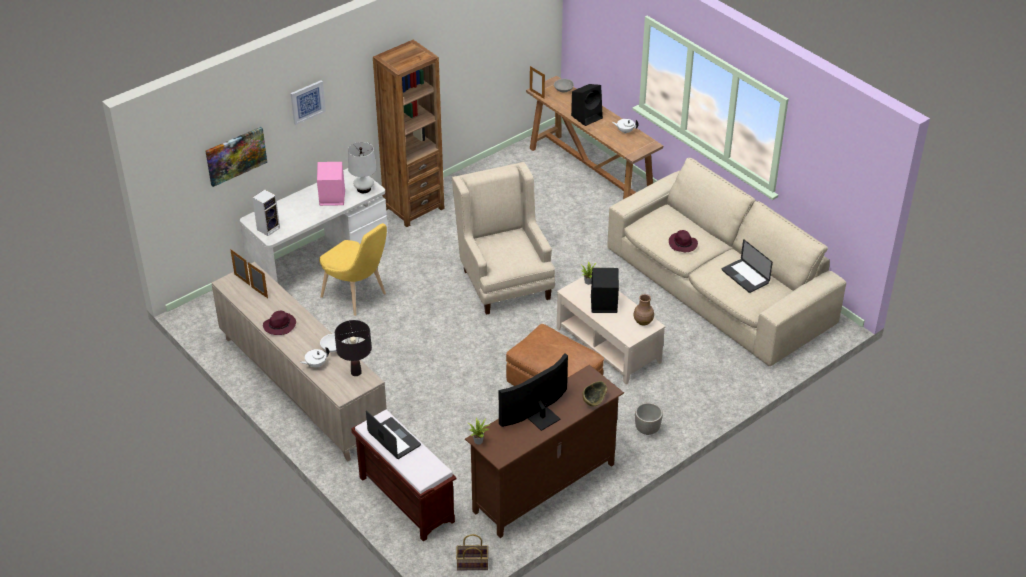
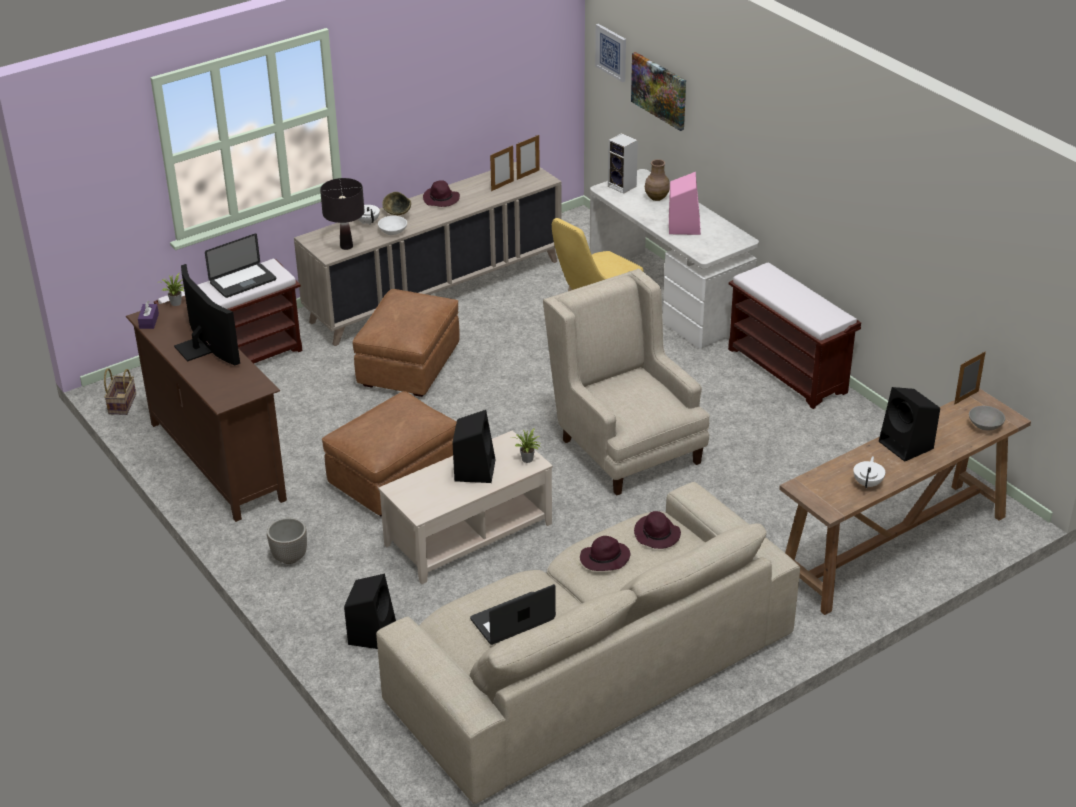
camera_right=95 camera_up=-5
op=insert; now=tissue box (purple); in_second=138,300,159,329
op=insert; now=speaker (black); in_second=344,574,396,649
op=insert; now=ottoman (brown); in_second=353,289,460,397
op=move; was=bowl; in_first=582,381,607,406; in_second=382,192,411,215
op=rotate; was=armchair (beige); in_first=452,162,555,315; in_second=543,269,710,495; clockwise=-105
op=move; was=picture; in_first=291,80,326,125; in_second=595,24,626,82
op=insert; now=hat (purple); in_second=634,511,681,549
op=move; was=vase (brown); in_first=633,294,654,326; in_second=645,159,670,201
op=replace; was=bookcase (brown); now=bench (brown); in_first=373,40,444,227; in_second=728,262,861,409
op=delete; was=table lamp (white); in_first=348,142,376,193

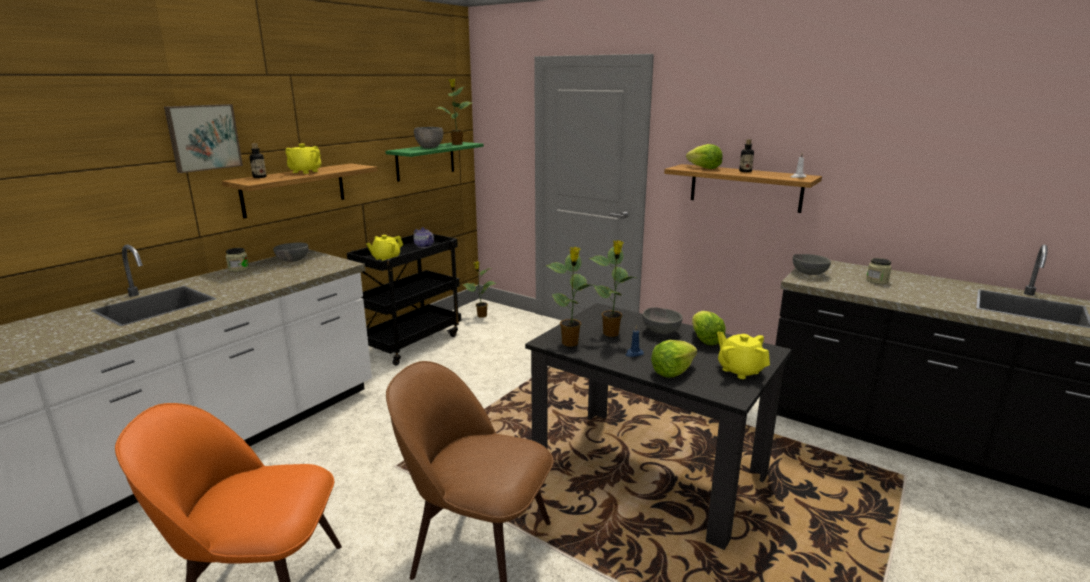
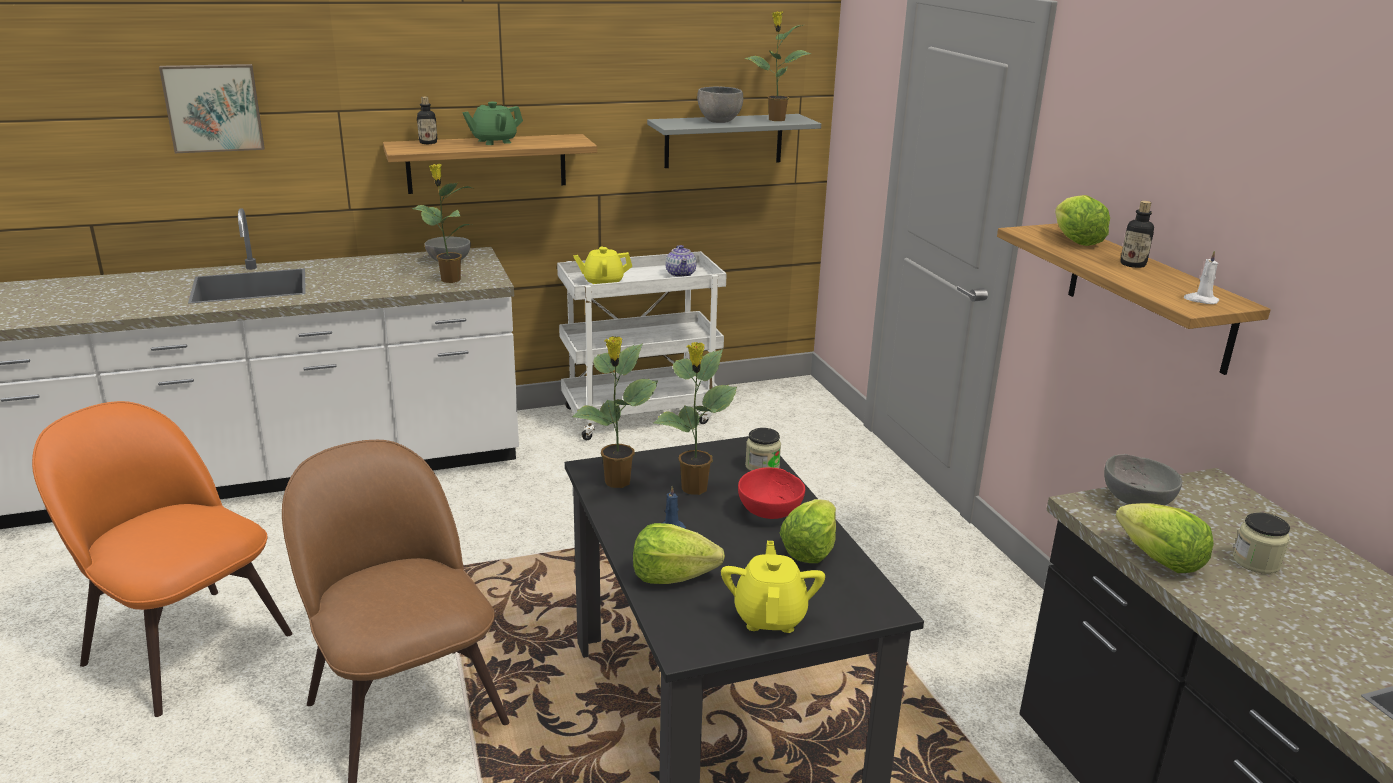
camera_right=35 camera_up=5
op=move; was=picture; in_first=164,104,243,173; in_second=159,64,264,153
op=move; was=potted plant; in_first=462,261,497,318; in_second=412,164,473,283
op=recolor; was=teapot (yellow); now=teapot (green); in_first=285,144,321,174; in_second=462,102,523,145
op=recolor; was=cart (black); now=cart (white); in_first=347,234,461,366; in_second=557,251,727,440
op=recolor; was=shelf (green); now=shelf (grey); in_first=385,142,484,182; in_second=647,114,821,168
op=recolor; was=bowl (grey); now=bowl (red); in_first=643,307,683,334; in_second=738,467,805,519
op=move; was=jar; in_first=226,248,249,272; in_second=745,428,781,471
op=insert; now=lettuce; in_second=1116,503,1214,573

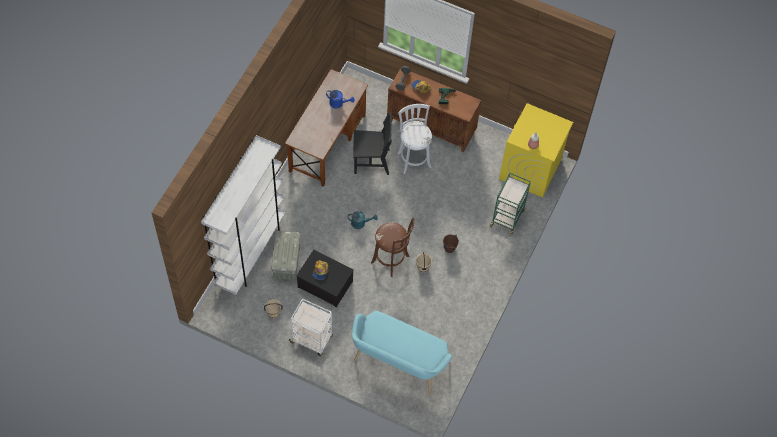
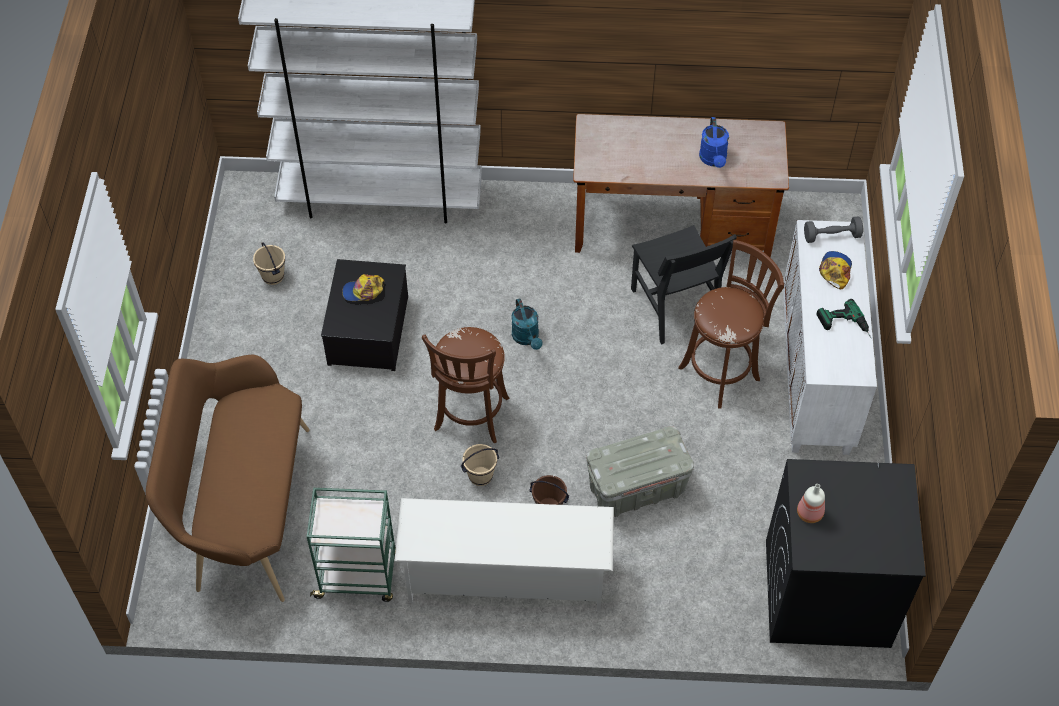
camera_right=70 camera_up=-5
op=recolor; was=bench (turquoise); now=bench (brown); in_first=352,311,452,396; in_second=146,355,310,602
op=move; was=cart (green); in_first=490,173,531,236; in_second=306,488,396,602
op=insert; now=shoe rack (white); in_second=394,498,614,611
op=move; was=storage box (grey); in_first=271,231,300,281; in_second=586,426,694,517
op=recolor; was=stool (white); now=stool (brown); in_first=397,104,432,174; in_second=678,240,784,409
op=recolor; was=washing machine (yellow); now=washing machine (black); in_first=499,103,573,197; in_second=766,459,926,648
op=recolor; was=cabinet (brown); now=cabinet (white); in_first=387,67,481,152; in_second=783,220,877,455
op=delete; was=cart (white); in_first=288,298,333,356

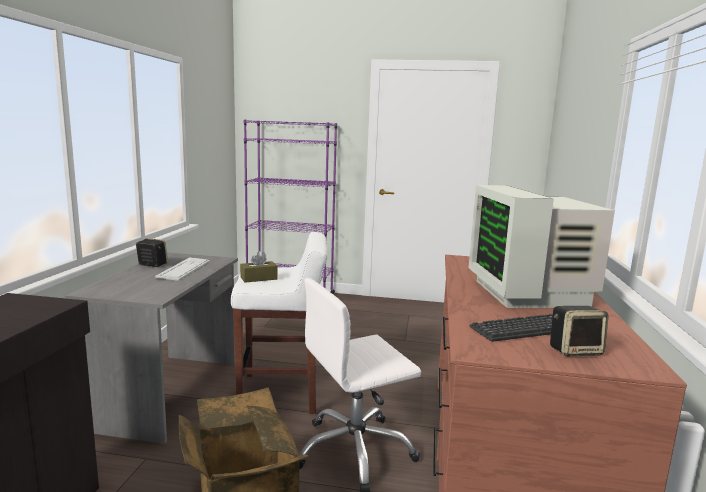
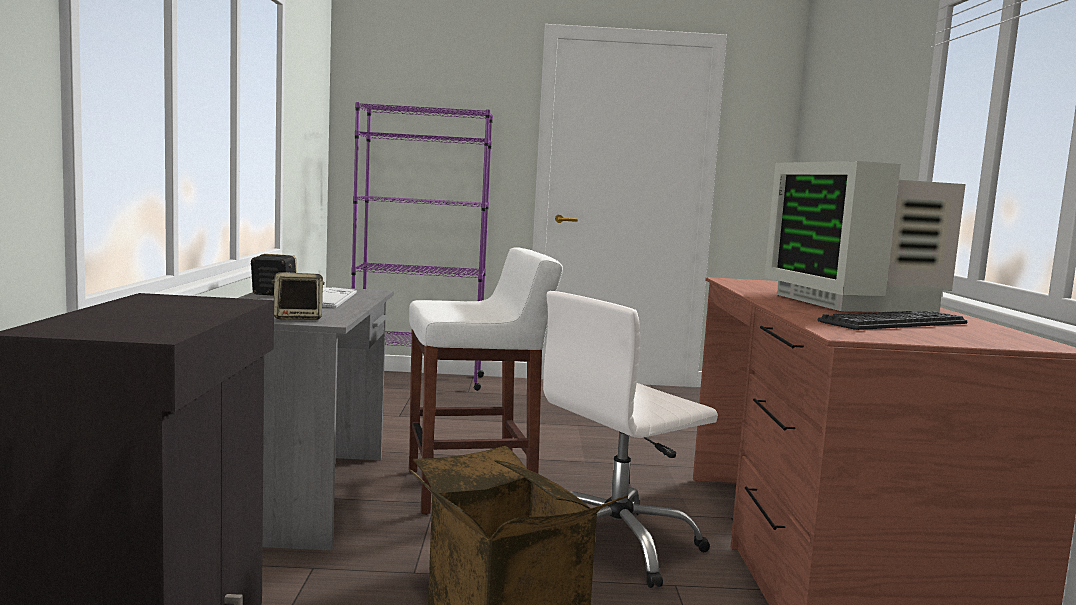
camera_right=-10 camera_up=-5
op=move; was=speaker; in_first=550,306,609,356; in_second=272,272,325,320
op=delete; was=tissue box (brown); in_first=240,251,277,283

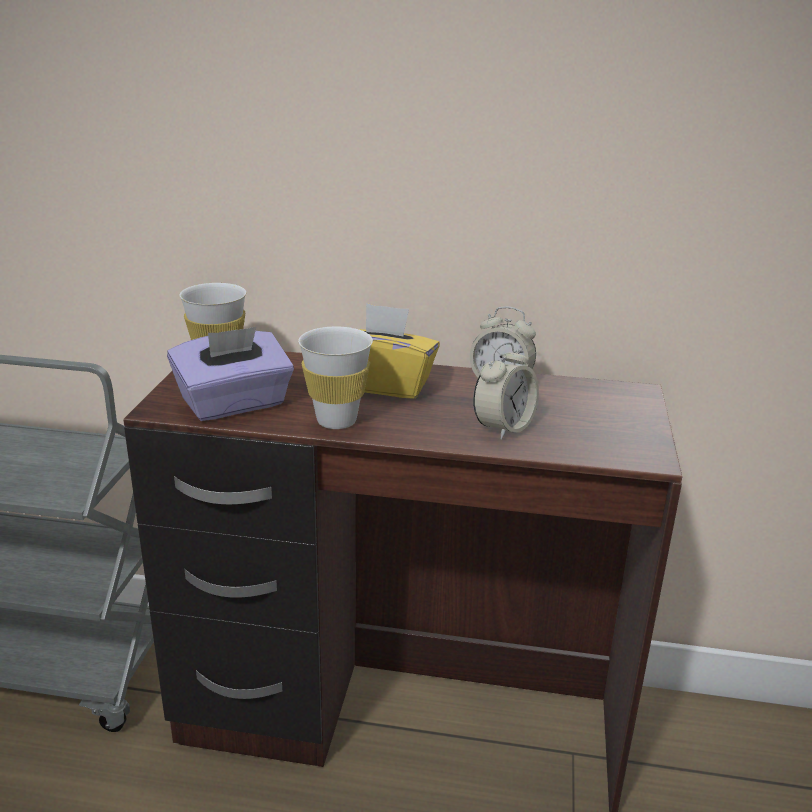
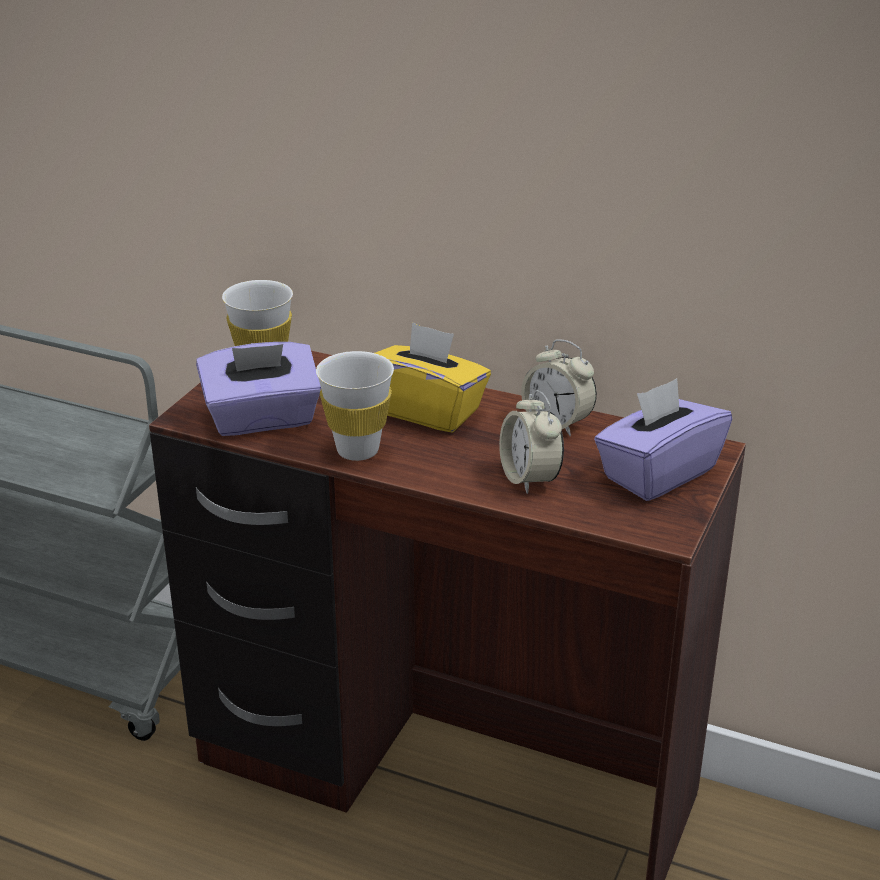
camera_right=15 camera_up=5
op=rotate; was=alarm clock; in_first=473,342,539,440; in_second=499,390,564,494; clockwise=105
op=insert; now=tissue box (purple); in_second=594,378,732,501

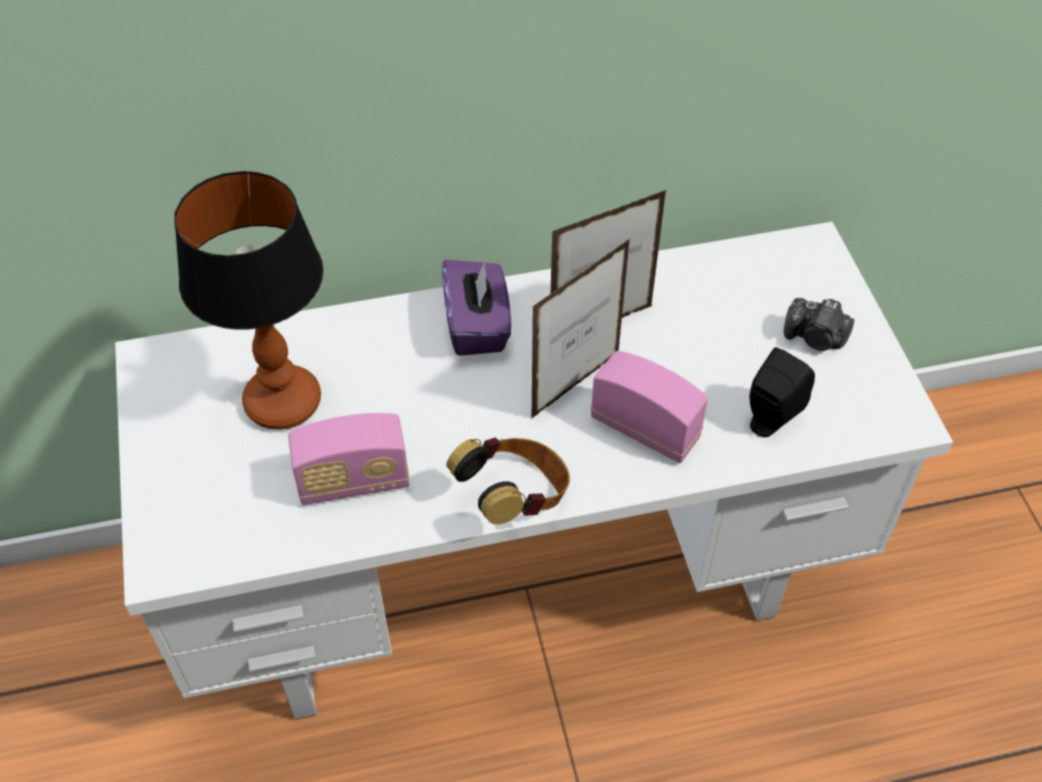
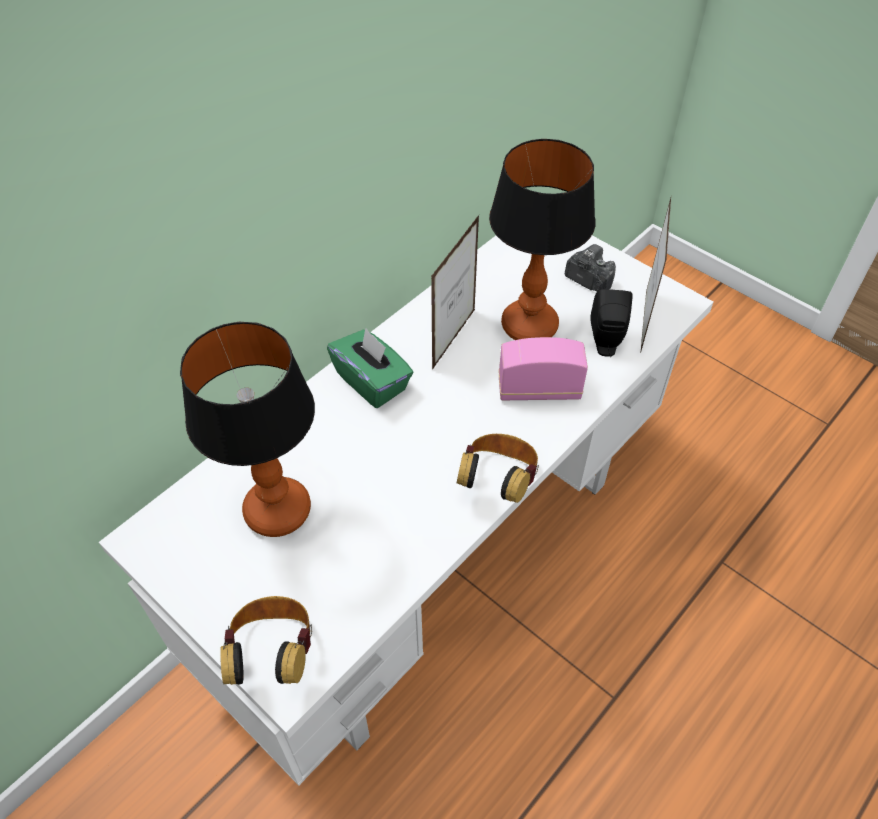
camera_right=-35 camera_up=0
op=insert; now=headphones; in_second=220,596,312,685
op=recolor; was=tissue box (purple); now=tissue box (green); in_first=442,260,511,356; in_second=327,328,414,408
op=insert; now=table lamp; in_second=489,139,596,340
op=rotate; was=photo camera; in_first=784,298,854,351; in_second=565,244,616,292; clockwise=-135
op=move; was=picture frame; in_first=532,239,630,418; in_second=640,198,671,354
op=delete; was=radio; in_first=288,413,410,505

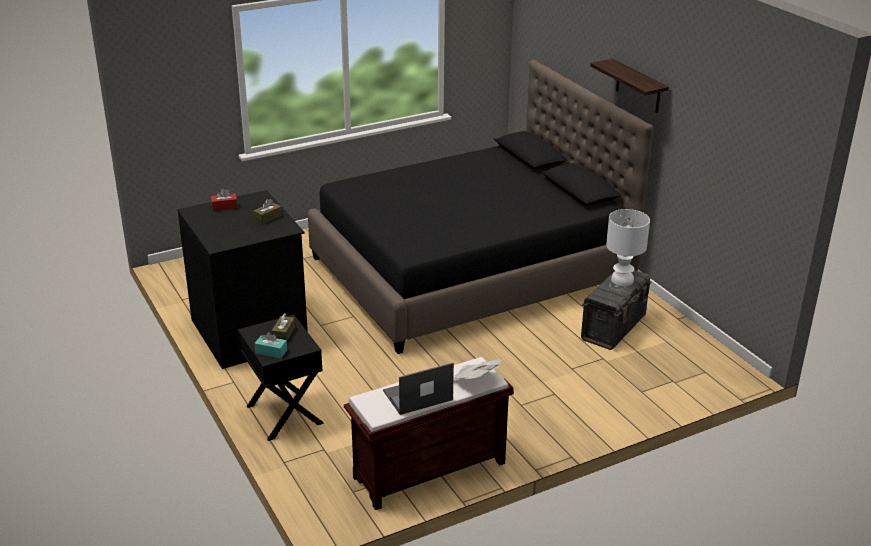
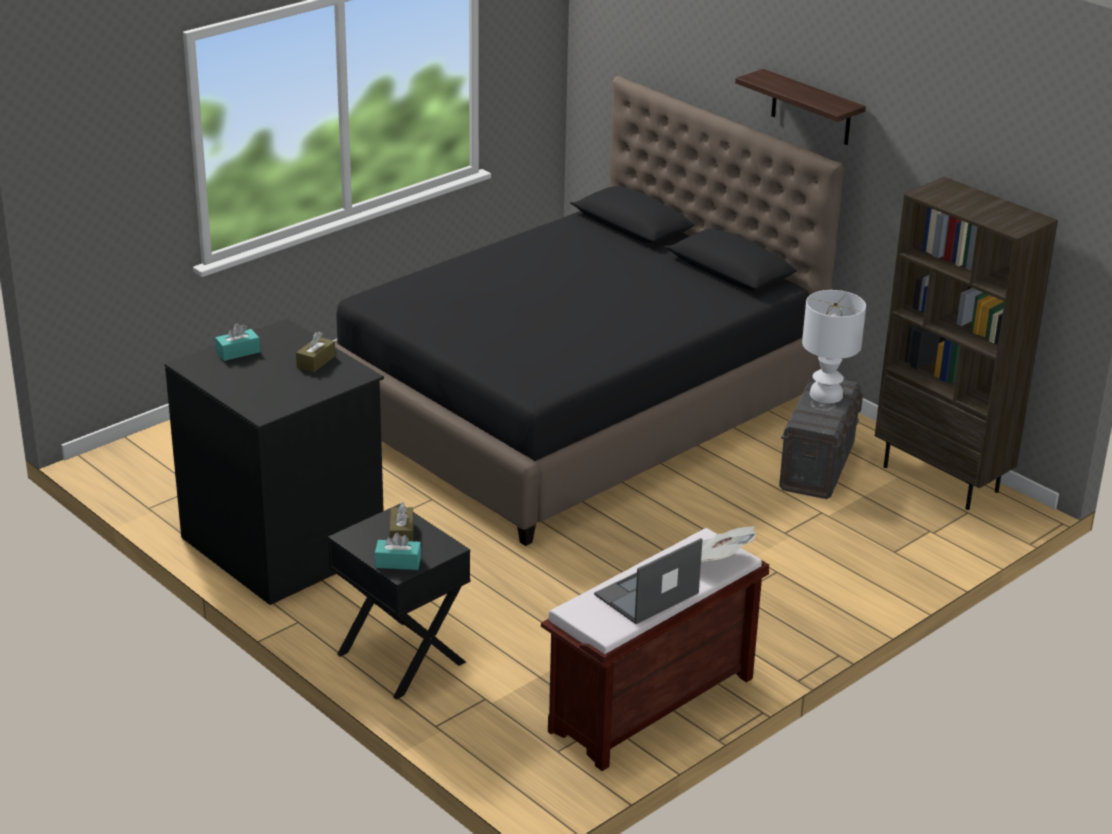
camera_right=-15 camera_up=0
op=recolor; was=tissue box (red); now=tissue box (turquoise); in_first=211,188,238,211; in_second=215,323,260,361
op=insert; now=bookcase (brown); in_second=875,177,1058,510

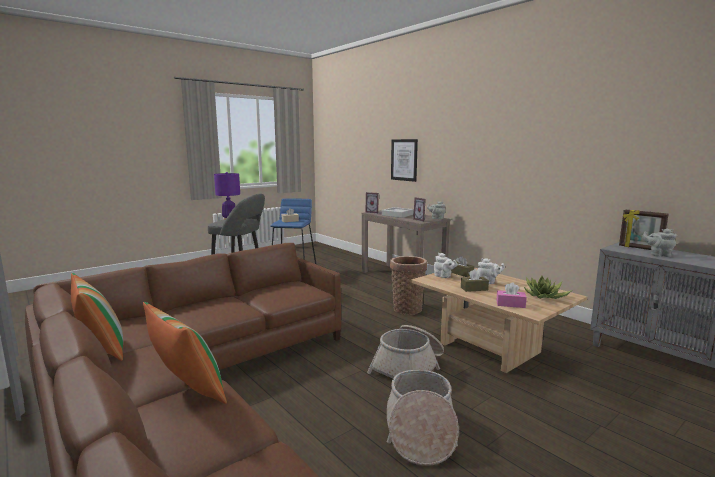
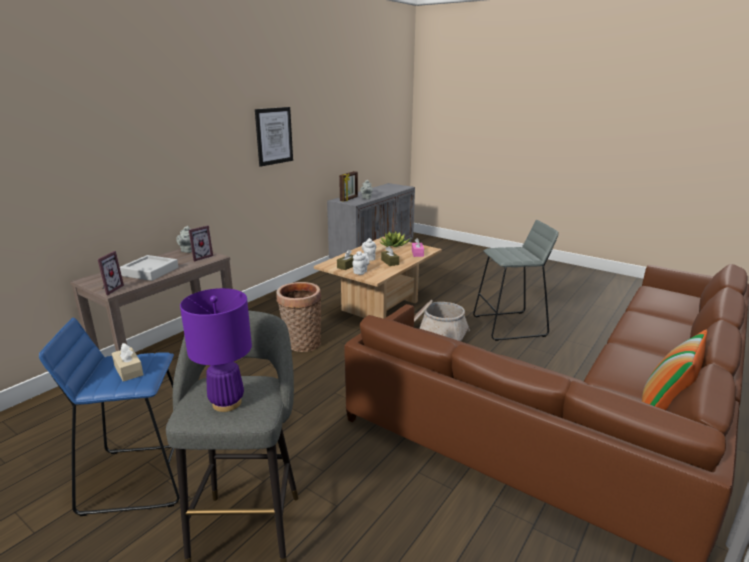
camera_right=-105 camera_up=10
op=move; was=picture; in_first=391,139,418,182; in_second=255,107,293,167
op=replace; was=basket; now=stool (grey); in_first=387,370,459,466; in_second=473,220,559,341
op=delete; was=pillow; in_first=143,302,227,404

